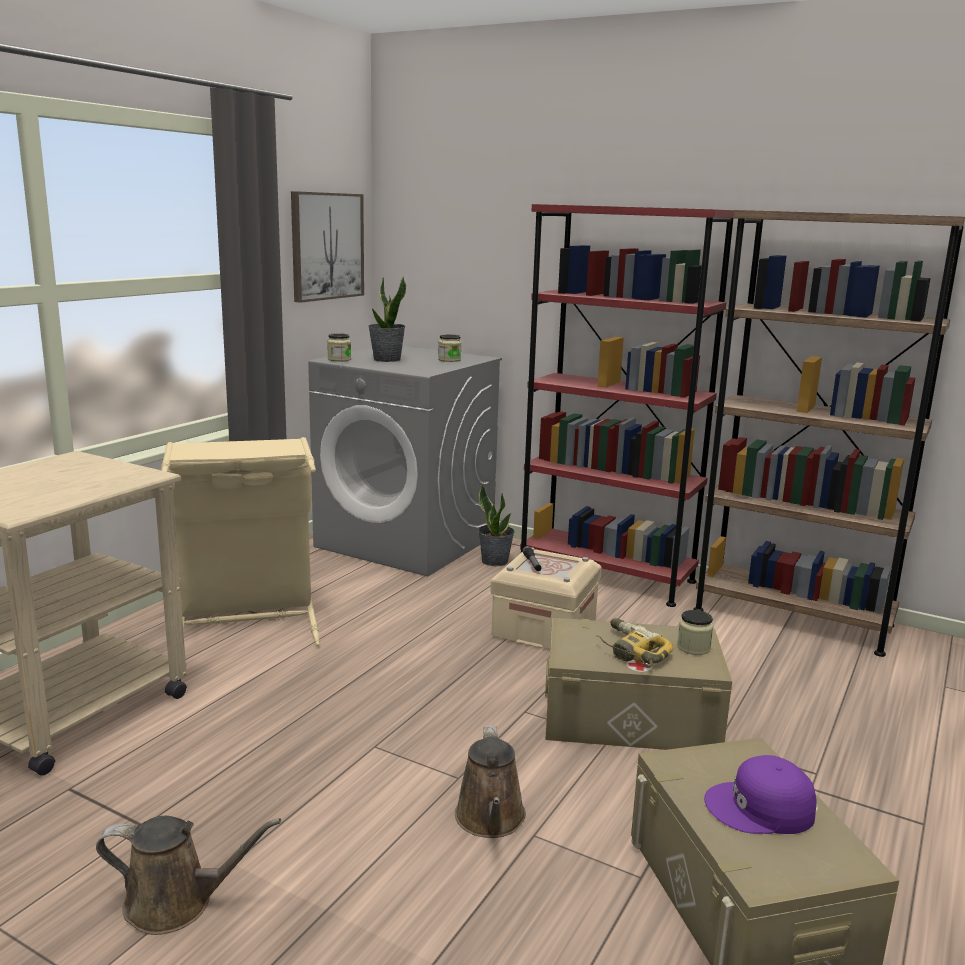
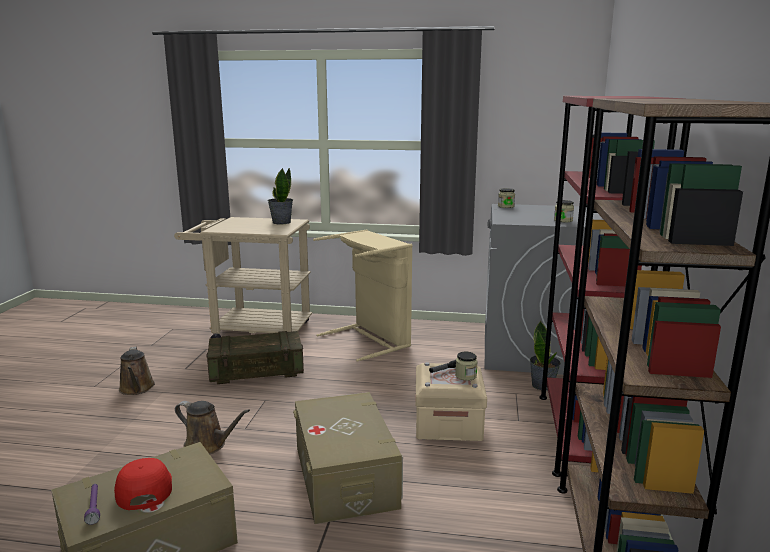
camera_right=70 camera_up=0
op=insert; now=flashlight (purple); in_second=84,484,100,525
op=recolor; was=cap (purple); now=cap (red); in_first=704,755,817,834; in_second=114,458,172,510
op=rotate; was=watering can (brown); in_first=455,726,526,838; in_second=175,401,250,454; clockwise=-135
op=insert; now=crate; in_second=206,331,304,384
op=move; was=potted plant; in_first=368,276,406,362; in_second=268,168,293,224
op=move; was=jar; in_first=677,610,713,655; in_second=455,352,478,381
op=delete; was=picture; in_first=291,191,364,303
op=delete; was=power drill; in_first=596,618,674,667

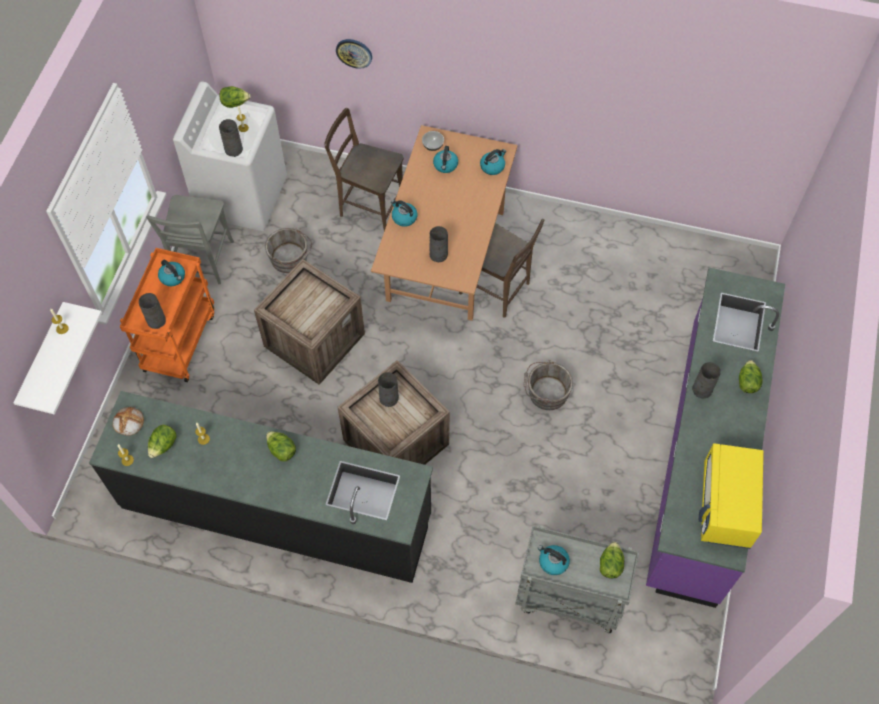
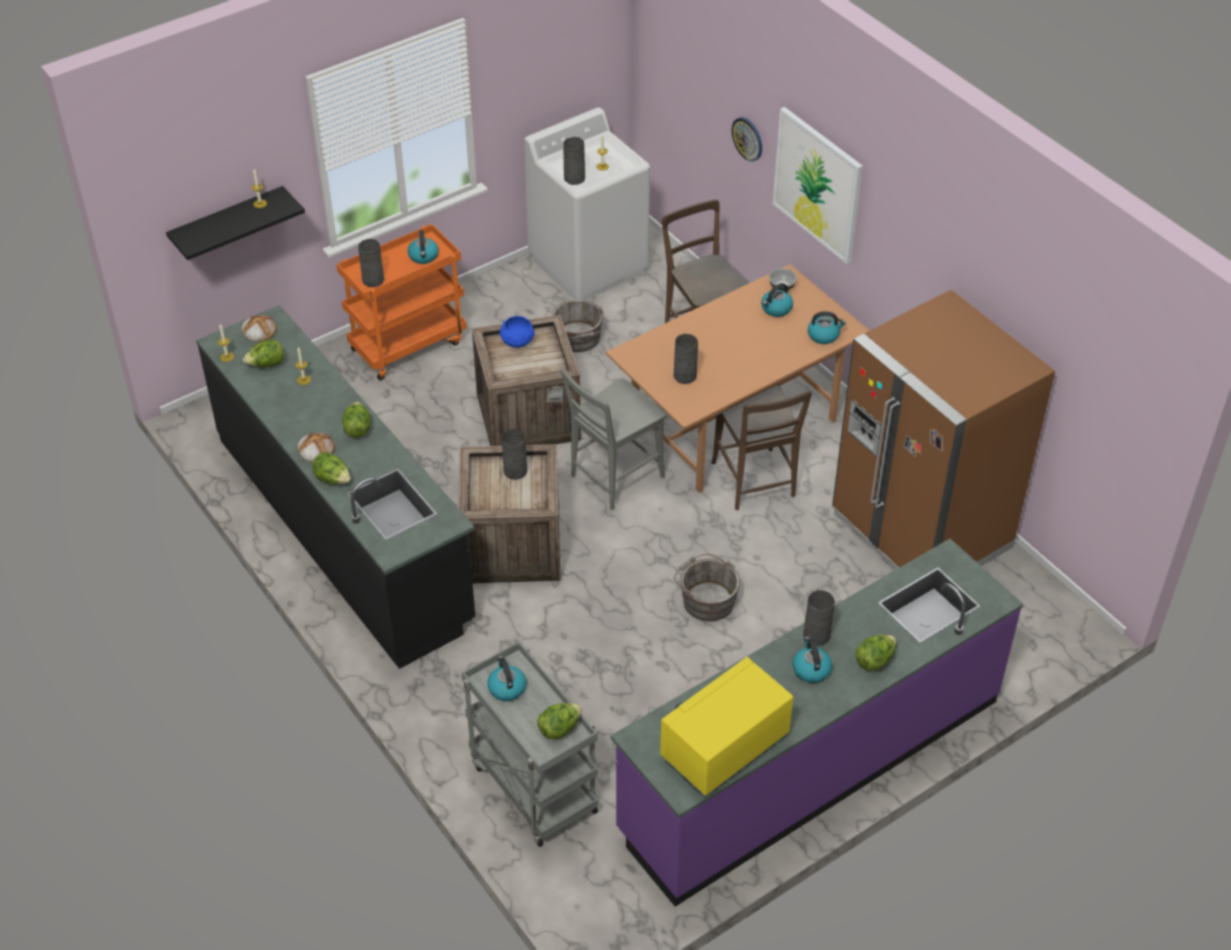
camera_right=40 camera_up=-15
op=recolor; was=shelf (white); now=shelf (black); in_first=13,302,102,415; in_second=166,186,305,260
op=insert; now=bread; in_second=297,432,335,463
op=move; was=lettuce; in_first=219,86,251,108; in_second=312,452,351,484
op=insert; now=bowl (blue); in_second=499,316,535,348
op=move; was=chair (grey); in_first=146,195,234,284; in_second=561,369,666,510
op=insert; now=picture; in_second=773,107,863,264
op=move; was=kettle; in_first=391,200,417,227; in_second=793,637,832,683
op=insert; now=fridge (brown); in_second=832,290,1055,570

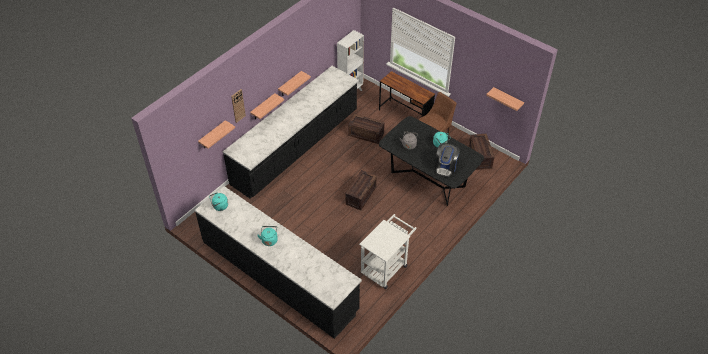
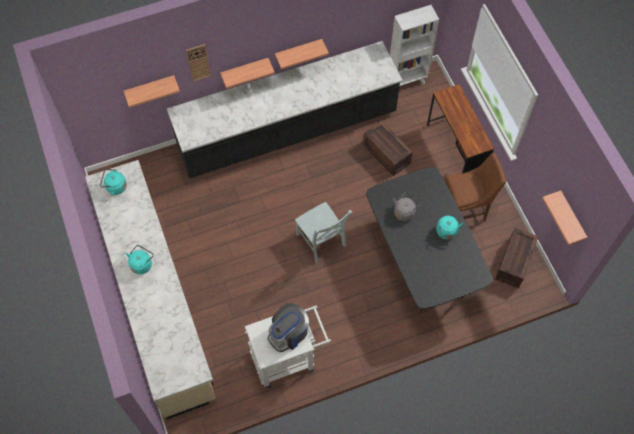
camera_right=30 camera_up=15
op=recolor; was=counter (black); now=counter (beige); in_first=195,186,362,339; in_second=85,160,216,419
op=move; was=coffee machine; in_first=435,143,460,177; in_second=267,303,309,352
op=replace; was=crate; now=chair (grey); in_first=346,170,377,211; in_second=295,202,352,264

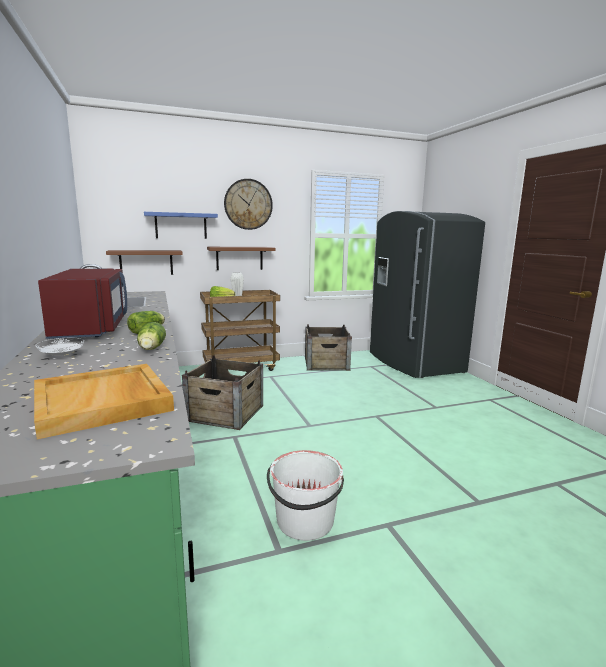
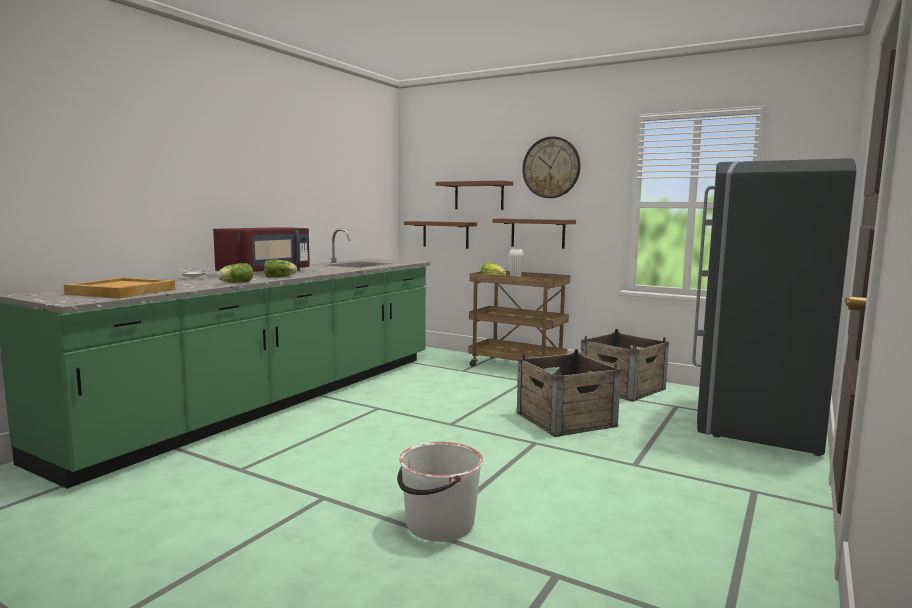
camera_right=50 camera_up=-5
op=move; was=bucket (white); in_first=267,450,344,541; in_second=397,442,483,542
op=recolor; was=shelf (blue); now=shelf (brown); in_first=144,212,218,239; in_second=436,180,513,210
op=move; was=crate; in_first=182,355,263,430; in_second=517,349,621,437

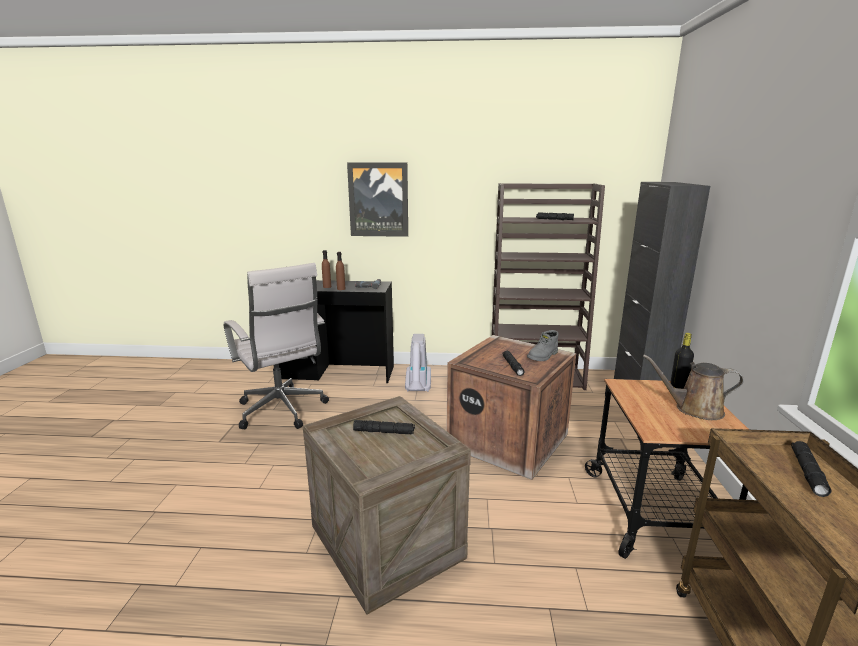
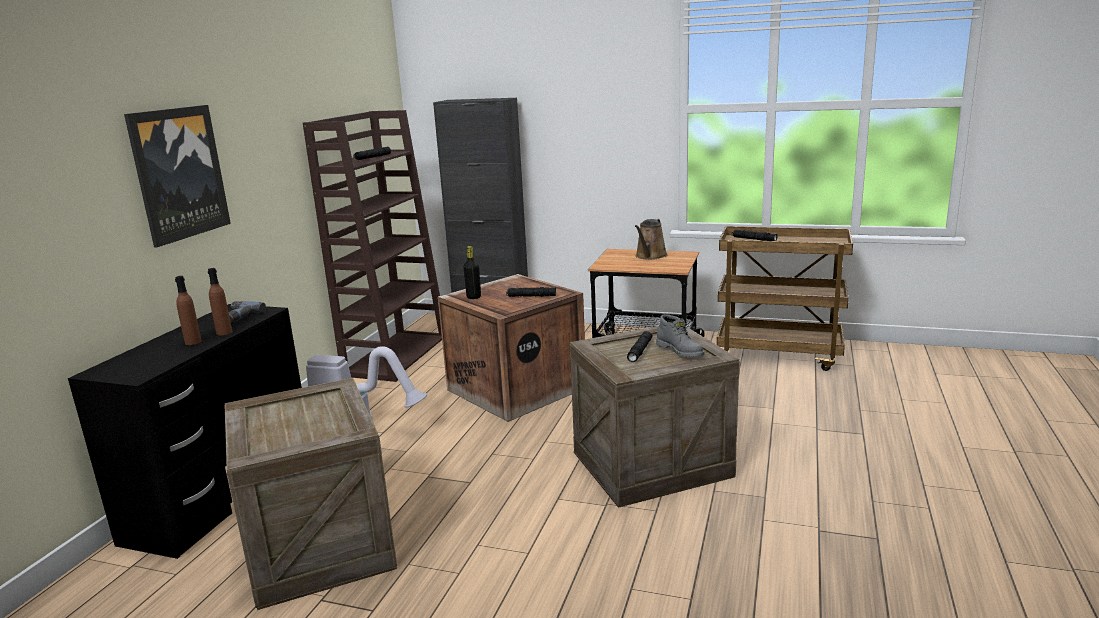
camera_right=-75 camera_up=0
op=replace; was=office chair (white); now=crate; in_first=224,263,329,429; in_second=224,378,397,610
op=move; was=bottle (black); in_first=671,333,694,389; in_second=463,246,481,299
op=move; was=boot (grey); in_first=527,330,559,361; in_second=656,314,705,357

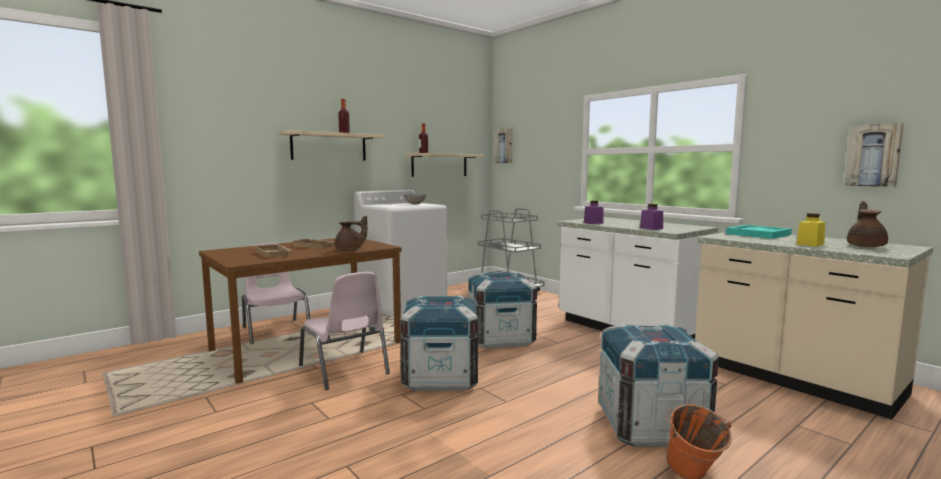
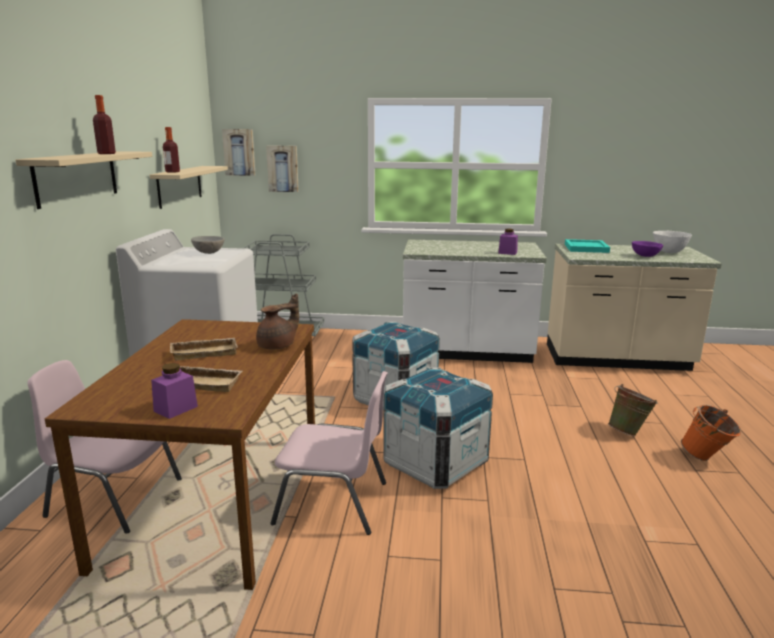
camera_right=-45 camera_up=10
op=move; was=jar (purple); in_first=584,201,604,224; in_second=151,363,198,419
op=move; was=picture; in_first=844,123,904,187; in_second=266,146,299,192
op=replace; was=crate; now=bucket (green); in_first=599,324,719,447; in_second=608,384,658,437
op=replace; was=jar (yellow); now=bowl (purple); in_first=796,213,825,247; in_second=632,241,663,257
op=replace; was=teapot (brown); now=bowl (white); in_first=847,201,888,247; in_second=653,231,692,253

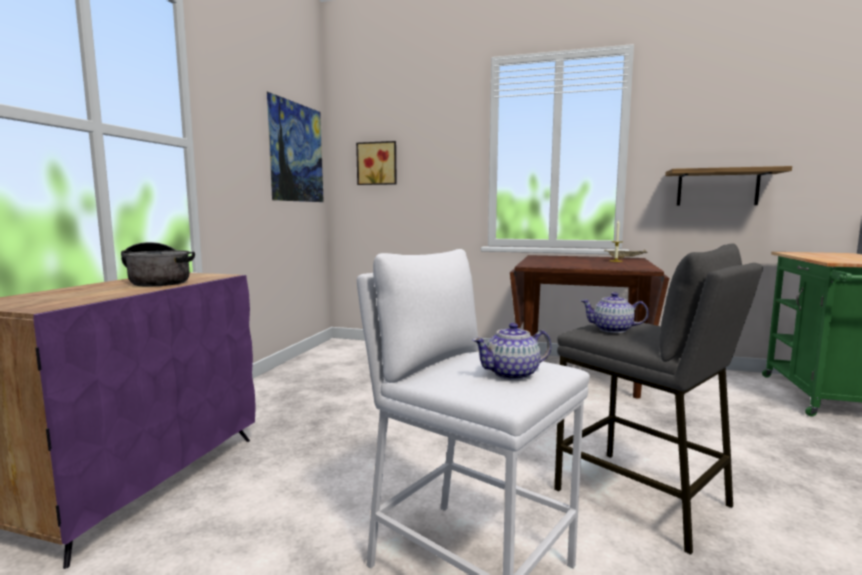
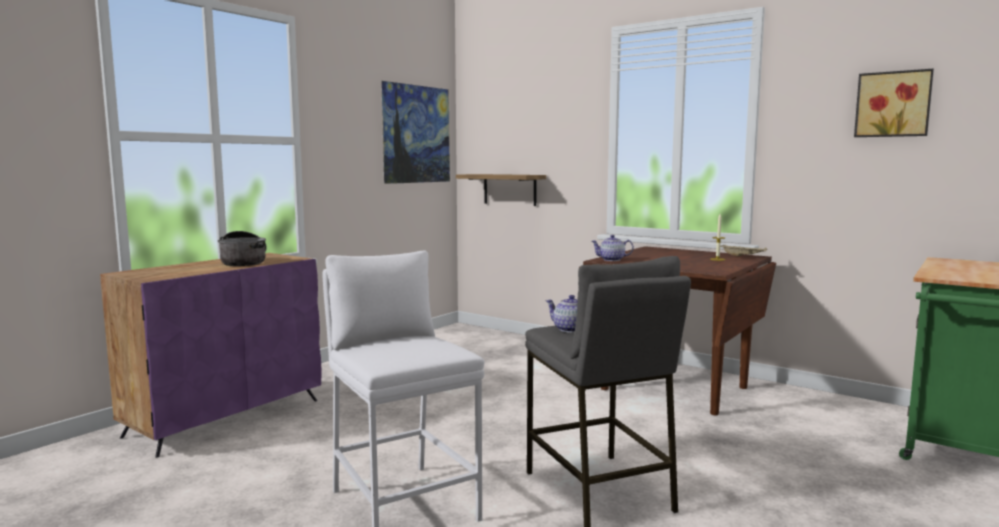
camera_right=20 camera_up=0
op=move; was=shelf; in_first=665,166,792,206; in_second=456,174,546,206
op=move; was=teapot; in_first=472,323,551,380; in_second=591,235,634,261
op=move; was=picture; in_first=356,141,397,185; in_second=854,69,934,137

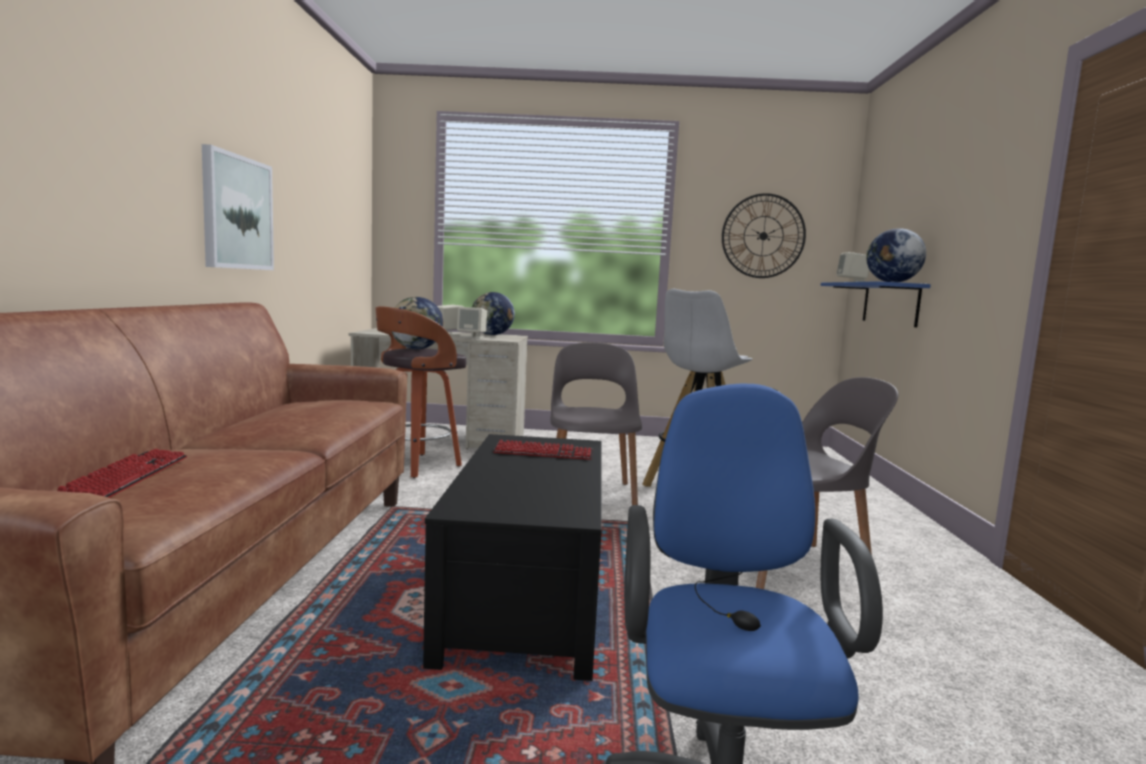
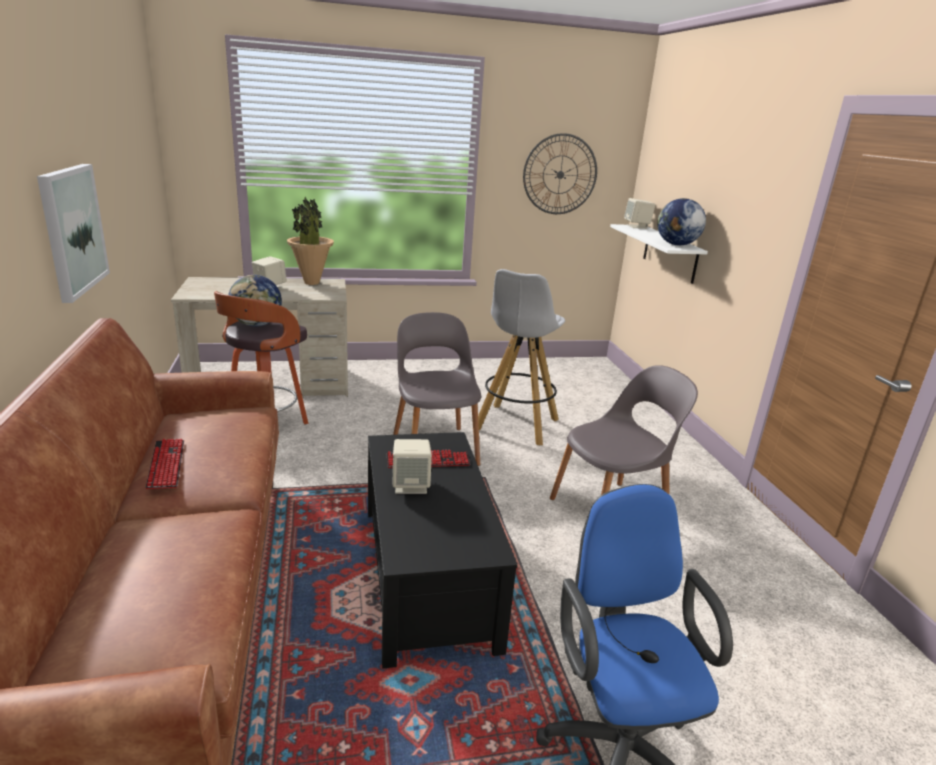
camera_right=-15 camera_up=15
op=move; was=keyboard; in_first=57,449,187,498; in_second=145,439,184,489
op=replace; was=globe; now=potted plant; in_first=472,292,515,335; in_second=287,197,334,285
op=move; was=speaker (beige); in_first=457,307,487,339; in_second=392,439,432,494
op=recolor; was=shelf (blue); now=shelf (white); in_first=820,281,931,327; in_second=610,224,708,284

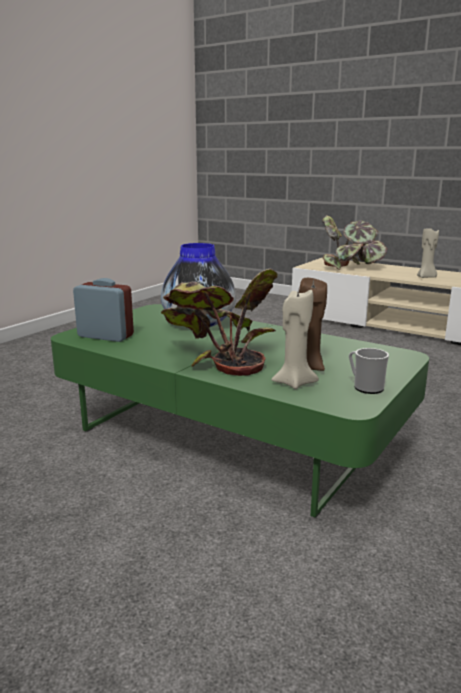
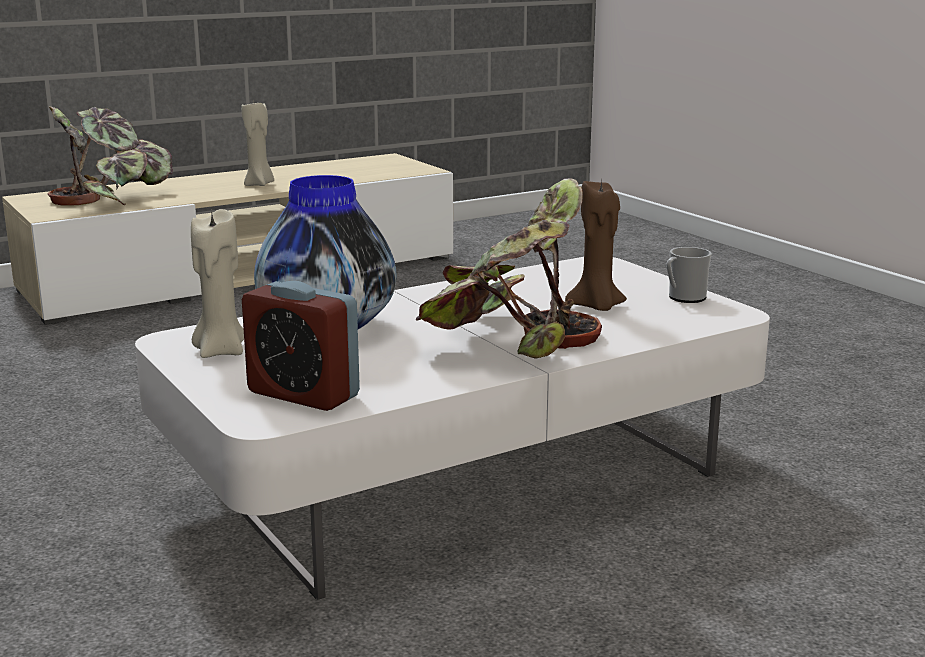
camera_right=-65 camera_up=0
op=recolor; was=coffee table (green); now=coffee table (white); in_first=51,304,429,517; in_second=135,257,770,600
op=move; was=candle (beige); in_first=271,290,319,389; in_second=191,209,244,358
op=rotate; was=alarm clock; in_first=73,278,134,342; in_second=242,281,360,411; clockwise=-105

